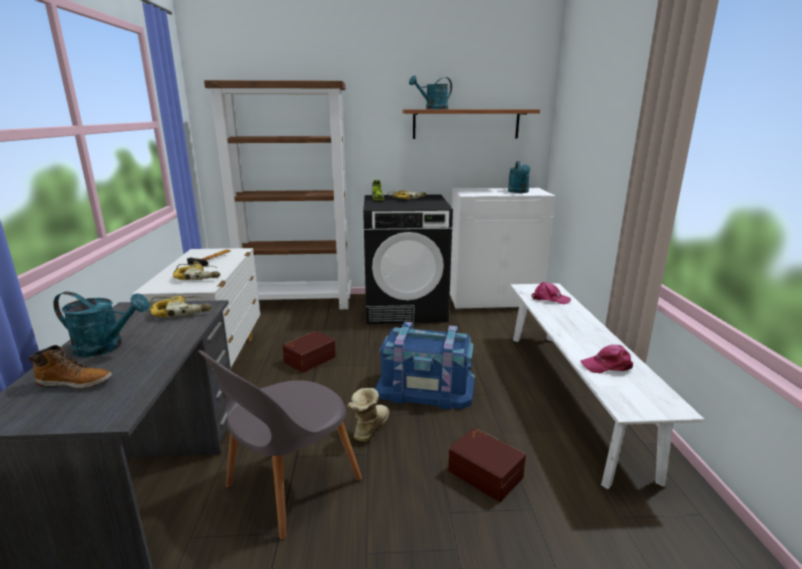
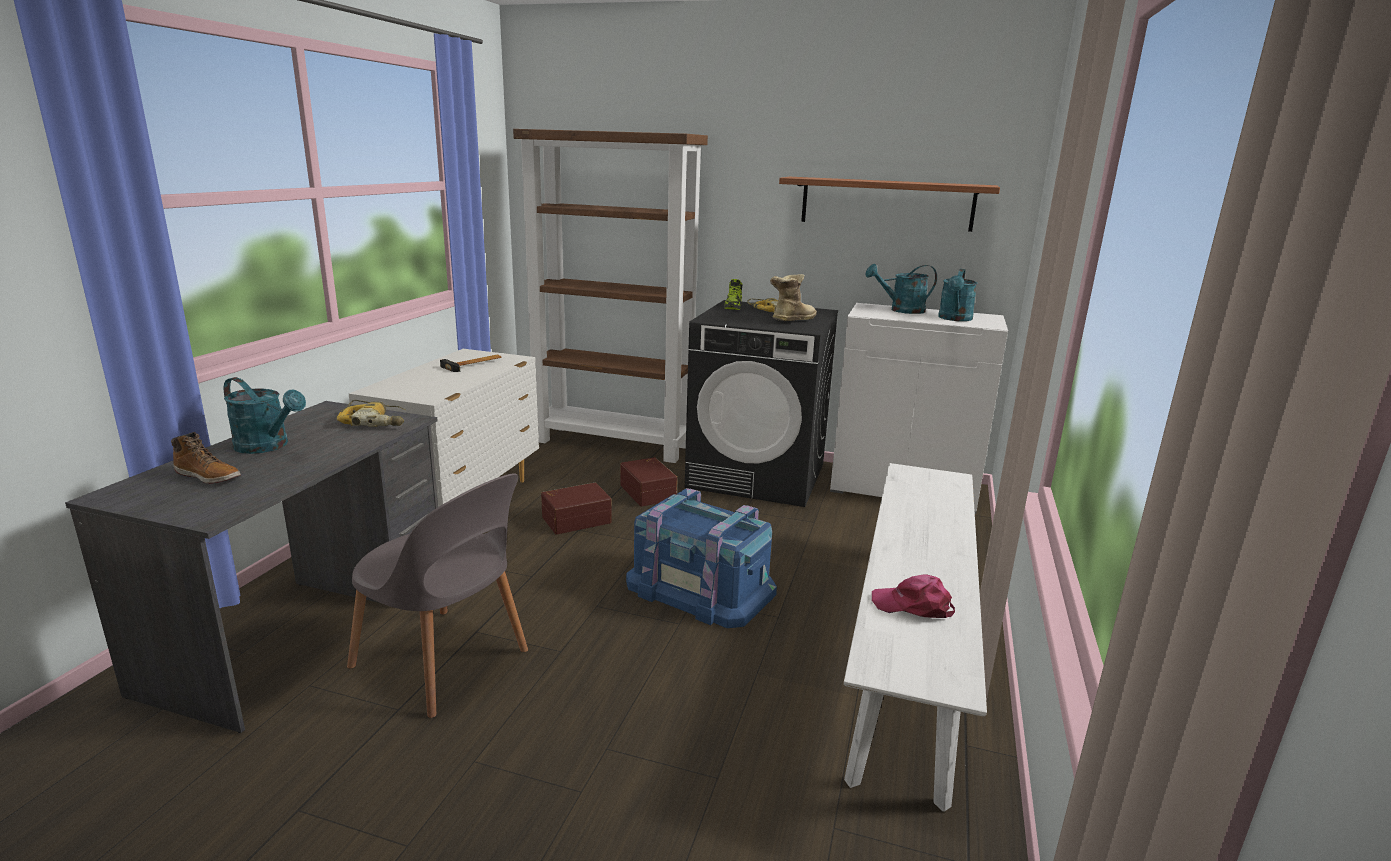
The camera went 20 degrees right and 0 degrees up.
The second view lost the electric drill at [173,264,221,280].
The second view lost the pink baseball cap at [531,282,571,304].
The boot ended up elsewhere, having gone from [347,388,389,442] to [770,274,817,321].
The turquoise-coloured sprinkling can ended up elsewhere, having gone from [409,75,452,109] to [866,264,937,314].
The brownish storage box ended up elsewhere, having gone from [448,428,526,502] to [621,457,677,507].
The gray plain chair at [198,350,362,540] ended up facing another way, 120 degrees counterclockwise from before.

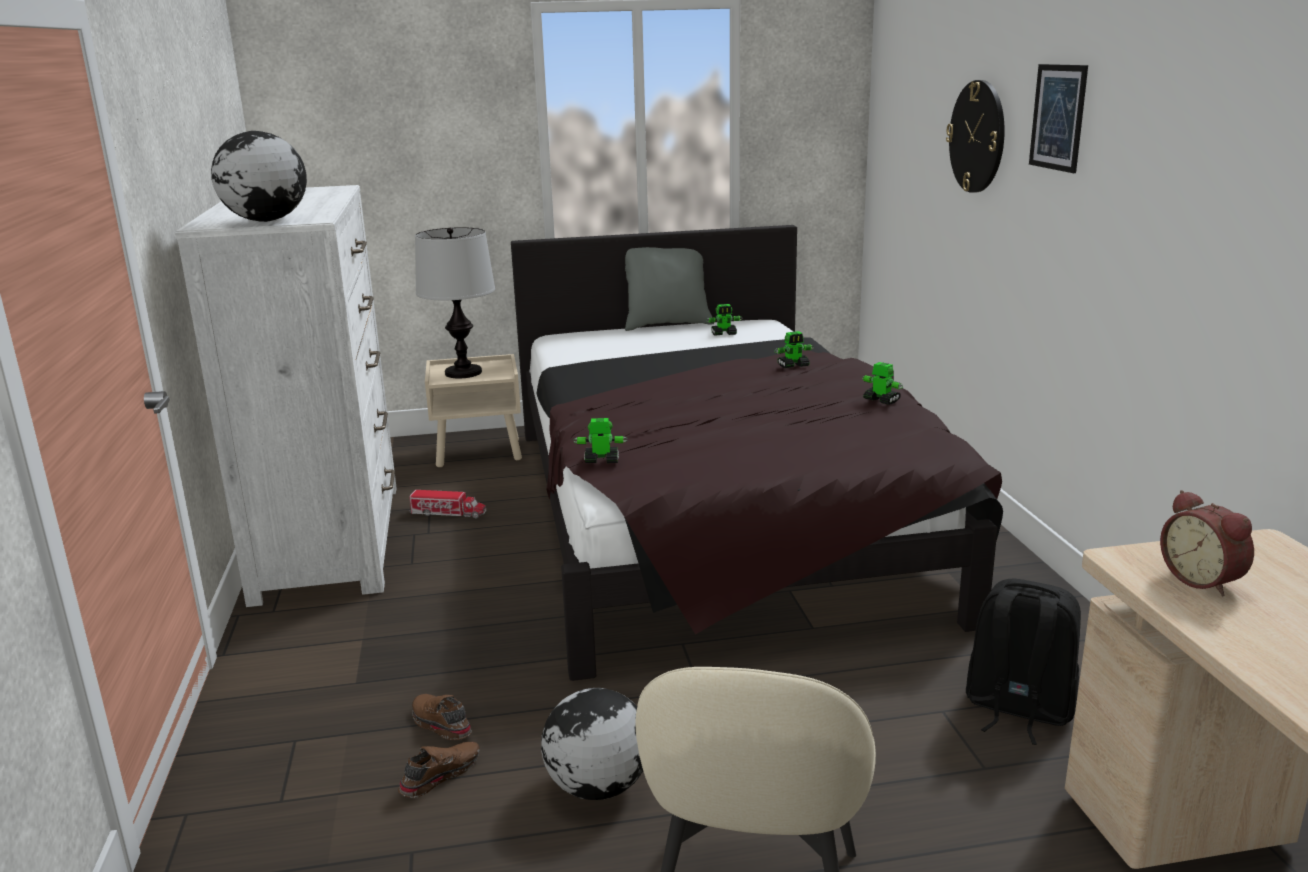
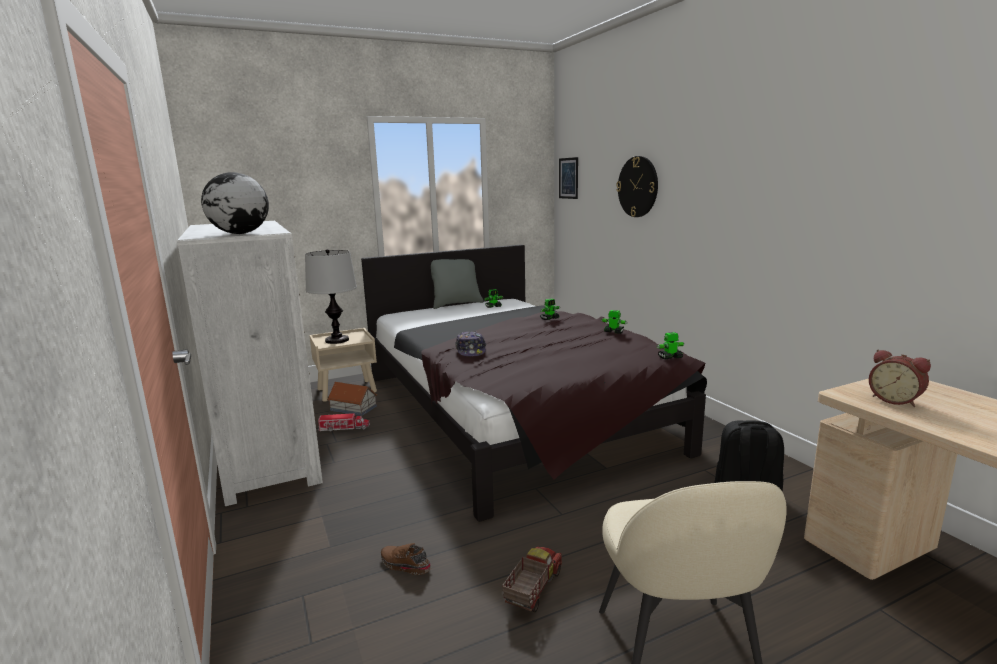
The camera went 15 degrees left and 5 degrees down.
The second view lost the brownish item of footwear at [398,742,480,798].
The second view gained the toy house at [327,382,377,416].
The second view gained the baseball cap at [456,331,486,356].
The toy robot ended up elsewhere, having gone from [573,418,628,463] to [656,332,685,359].
The wall art ended up elsewhere, having gone from [1029,64,1088,173] to [559,157,578,199].
Where the world globe stood at [541,688,643,800], the toy truck came to stand at [502,546,562,613].

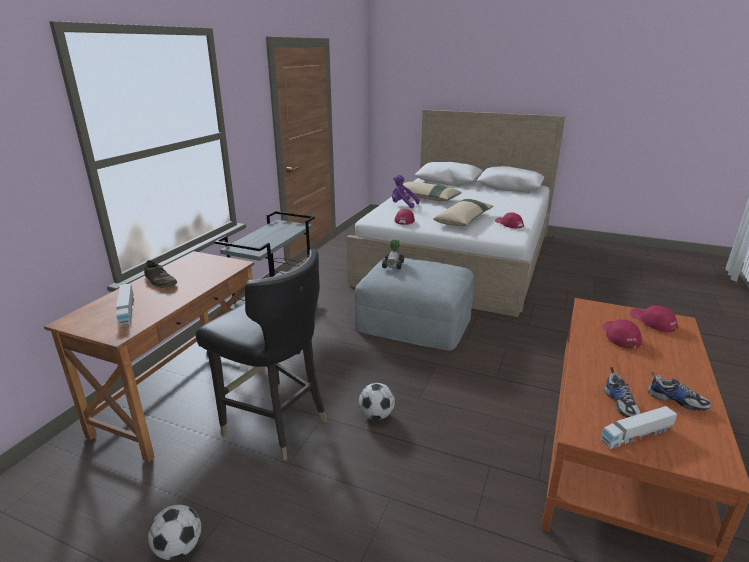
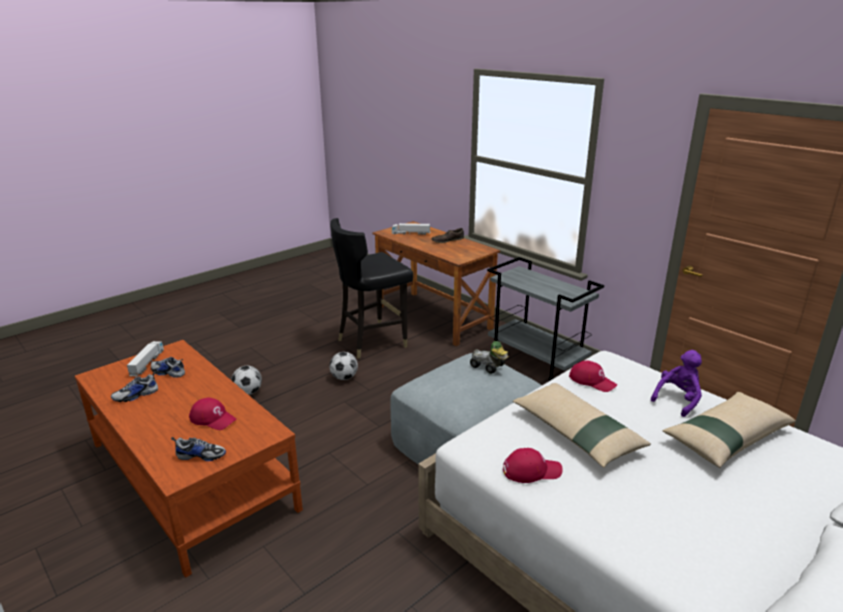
The camera went 115 degrees right and 0 degrees up.
The ball for football ended up elsewhere, having gone from [148,505,201,560] to [231,366,262,395].
Where the red baseball cap stood at [630,305,678,332], the item of footwear came to stand at [171,437,226,461].

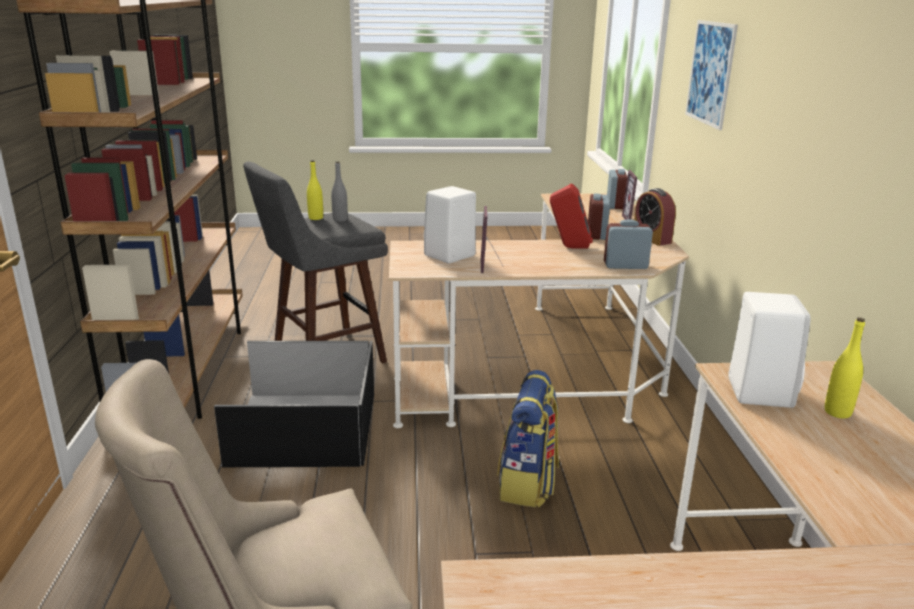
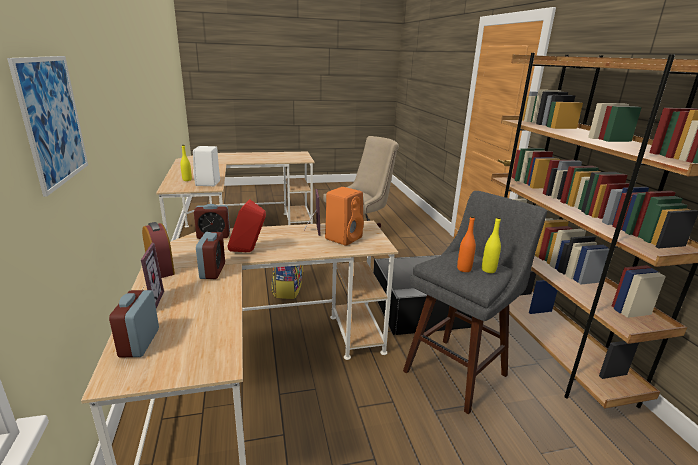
The camera went 170 degrees right and 0 degrees up.
What was the gray beverage bottle at [331,161,348,222] turned into the orange-coloured beverage bottle at [457,216,476,272].
What was the white-coloured speaker at [424,186,476,263] turned into the orange-coloured speaker at [325,187,364,246].

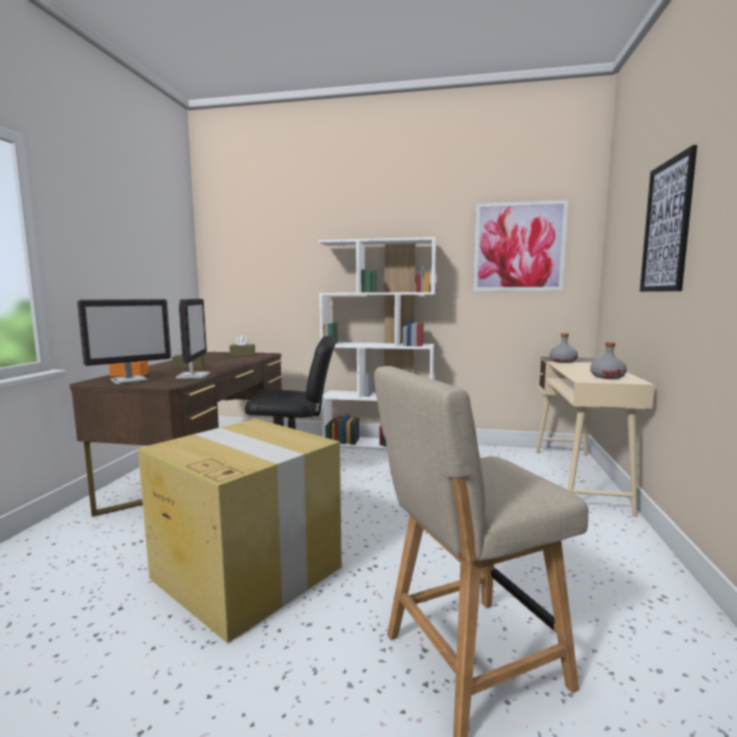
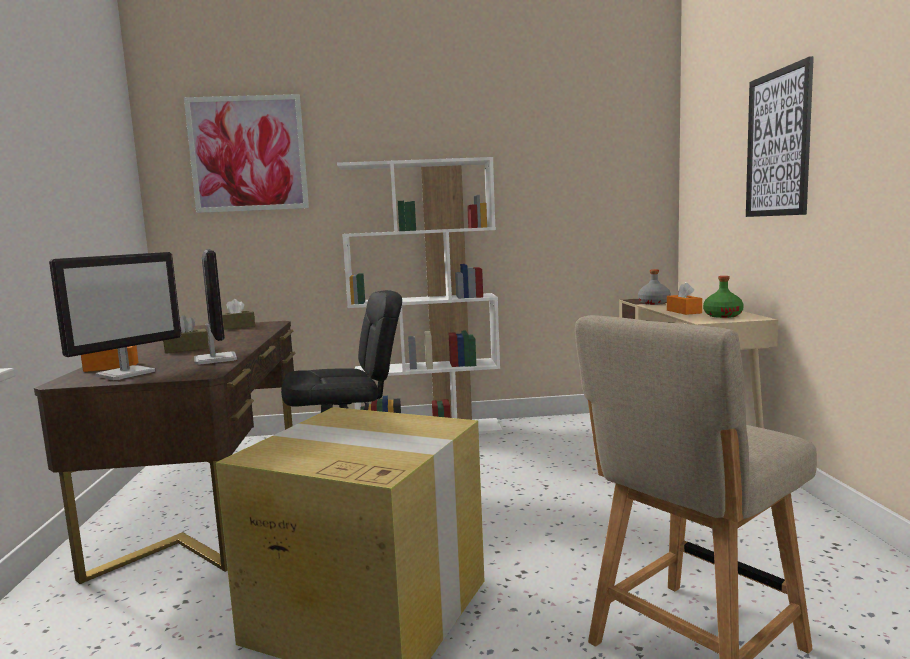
The camera went 15 degrees left and 0 degrees up.
The second view gained the orange-coloured tissue box at [667,282,702,315].
The wall art ended up elsewhere, having gone from [473,200,568,291] to [184,94,309,213].
What was the gray beverage bottle at [590,342,627,379] turned into the green-coloured beverage bottle at [703,276,744,318].

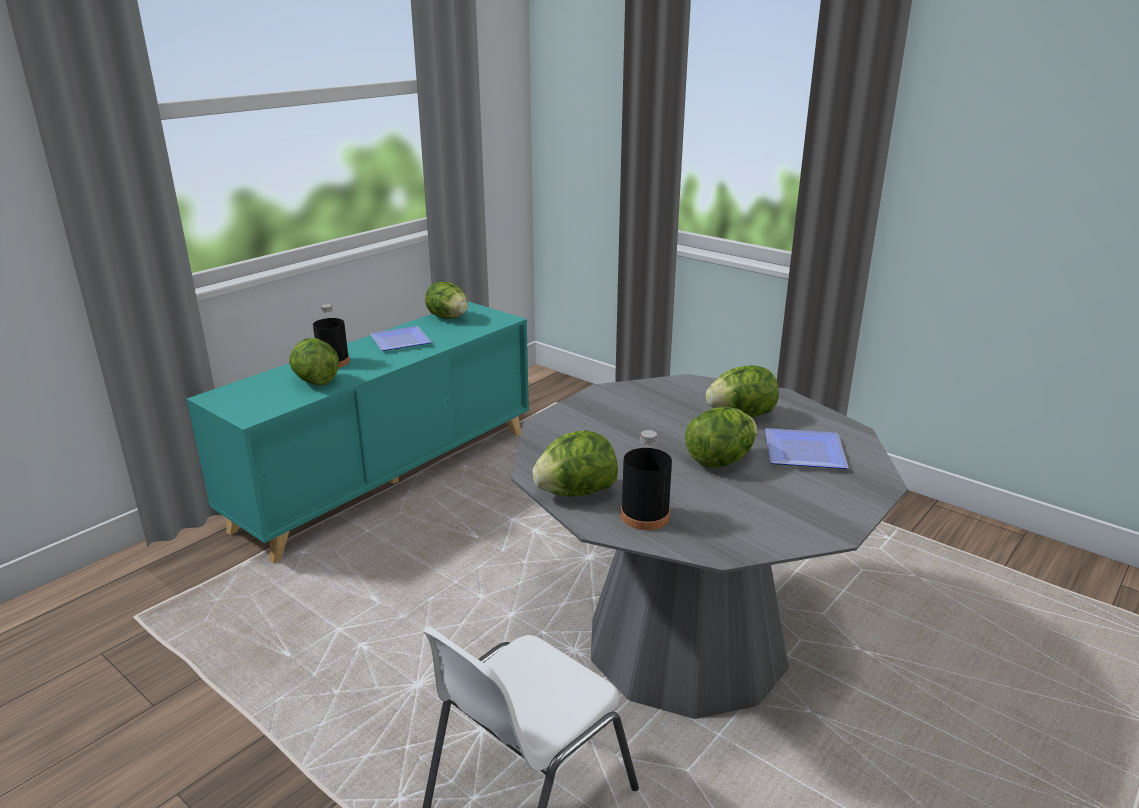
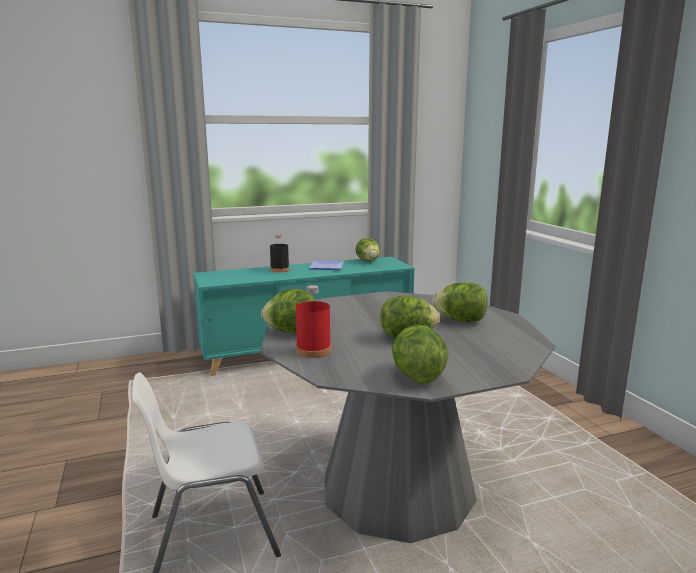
The camera went 30 degrees right and 10 degrees down.
The second view lost the dinner plate at [765,428,849,469].
The lettuce ended up elsewhere, having gone from [289,338,339,386] to [392,324,448,384].
What was the black beverage bottle at [621,430,672,530] turned into the red beverage bottle at [296,285,331,358].

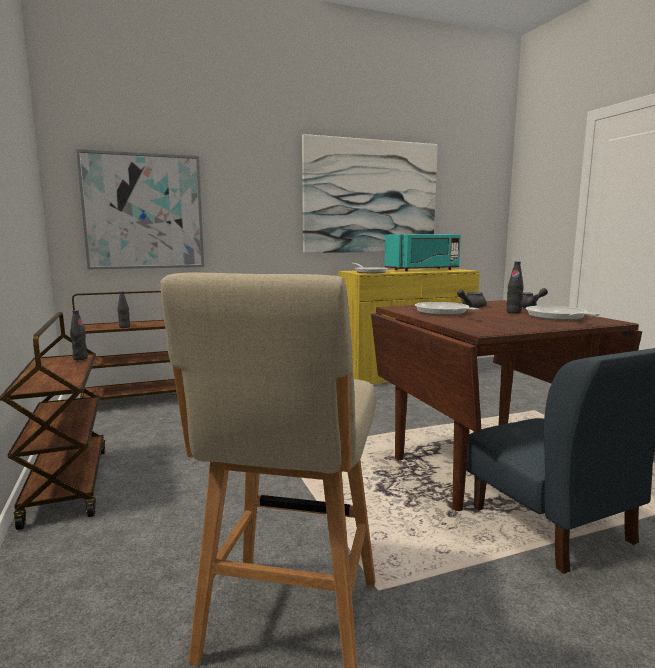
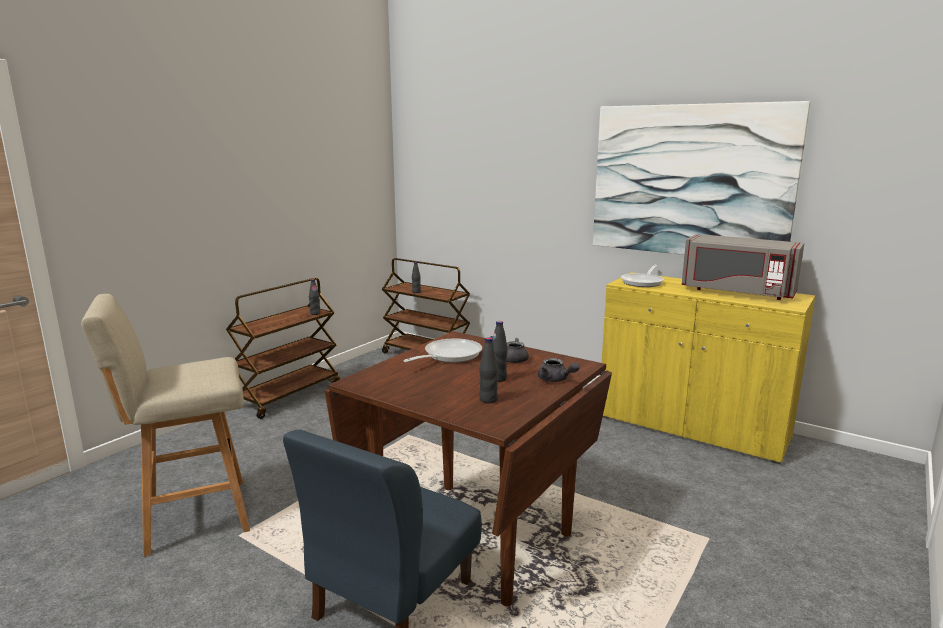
The camera went 55 degrees right and 5 degrees up.
The second view lost the wall art at [76,149,204,270].
Where the pan stood at [526,306,600,321], the black beverage bottle came to stand at [479,337,498,403].
What was the turquoise-coloured microwave at [385,234,461,271] turned into the gray microwave at [682,234,804,300].

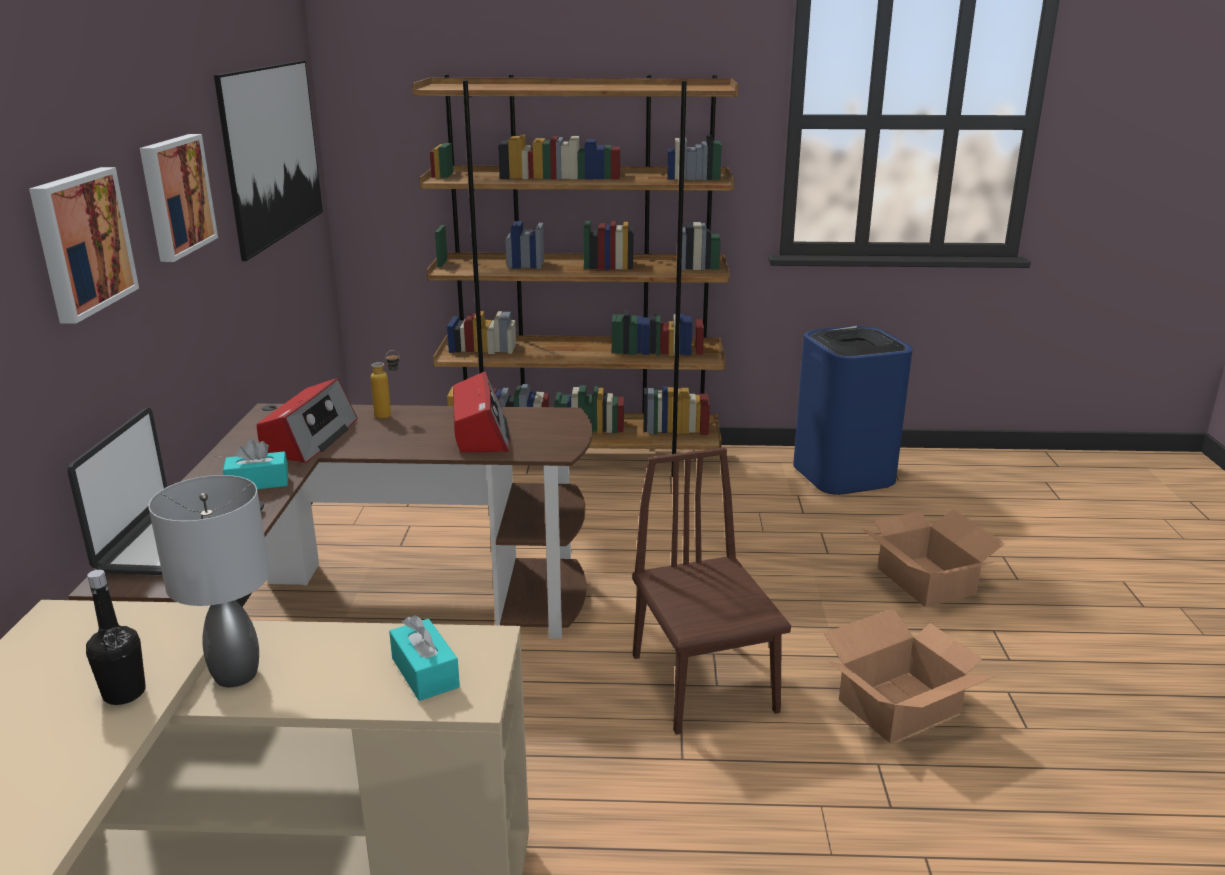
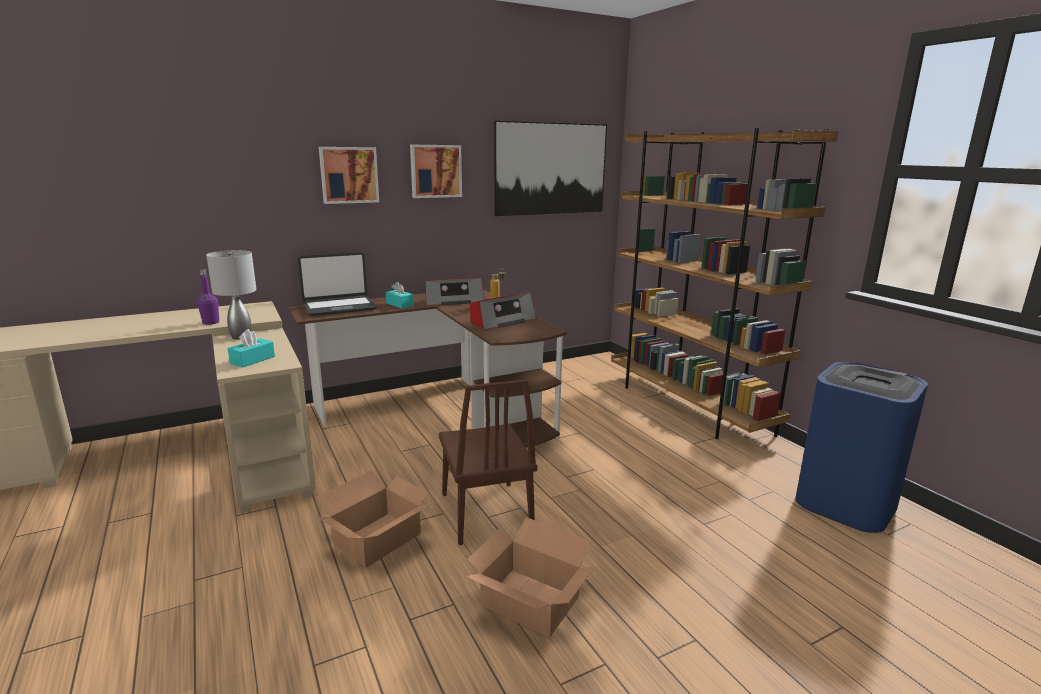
The camera went 60 degrees right and 5 degrees down.
The packing box ended up elsewhere, having gone from [861,509,1005,607] to [316,470,433,568].
What was the black beverage bottle at [86,570,146,705] turned into the purple-coloured beverage bottle at [197,269,219,325].
The brownish plain chair at [632,447,791,735] ended up facing another way, 120 degrees clockwise from before.

